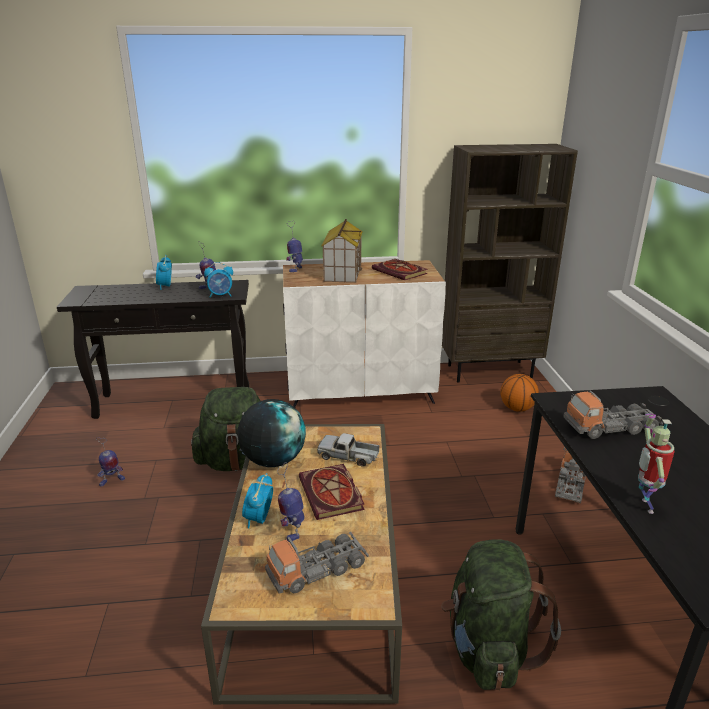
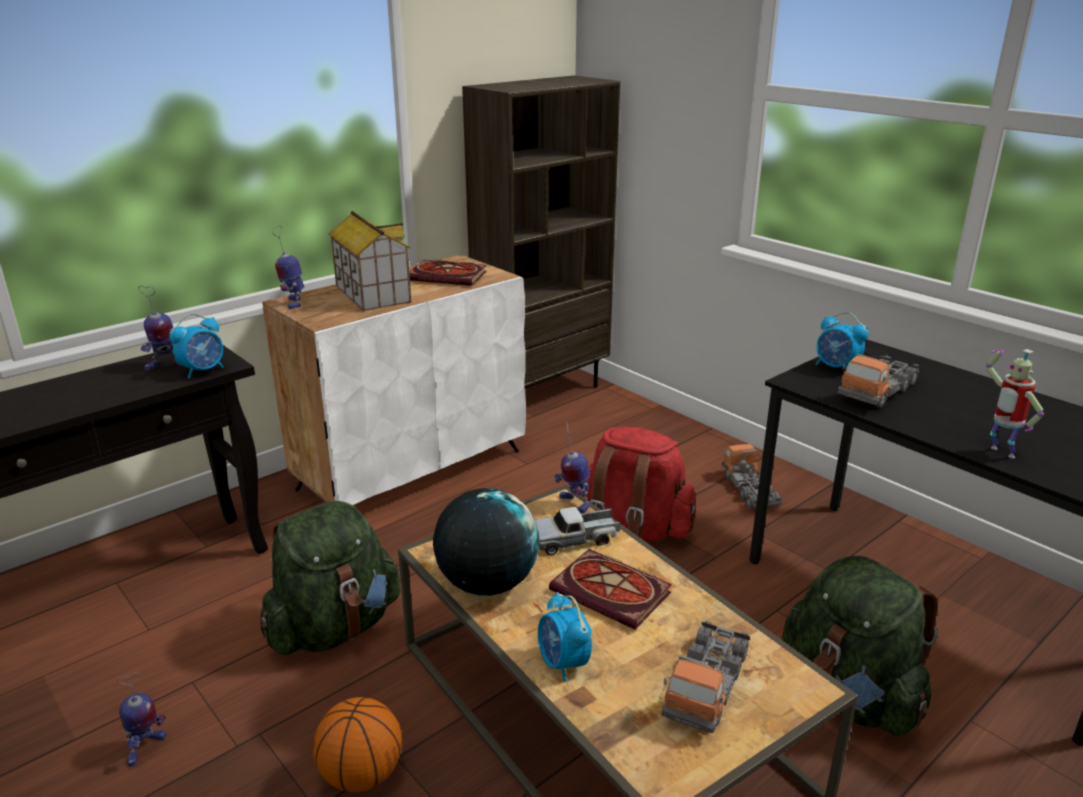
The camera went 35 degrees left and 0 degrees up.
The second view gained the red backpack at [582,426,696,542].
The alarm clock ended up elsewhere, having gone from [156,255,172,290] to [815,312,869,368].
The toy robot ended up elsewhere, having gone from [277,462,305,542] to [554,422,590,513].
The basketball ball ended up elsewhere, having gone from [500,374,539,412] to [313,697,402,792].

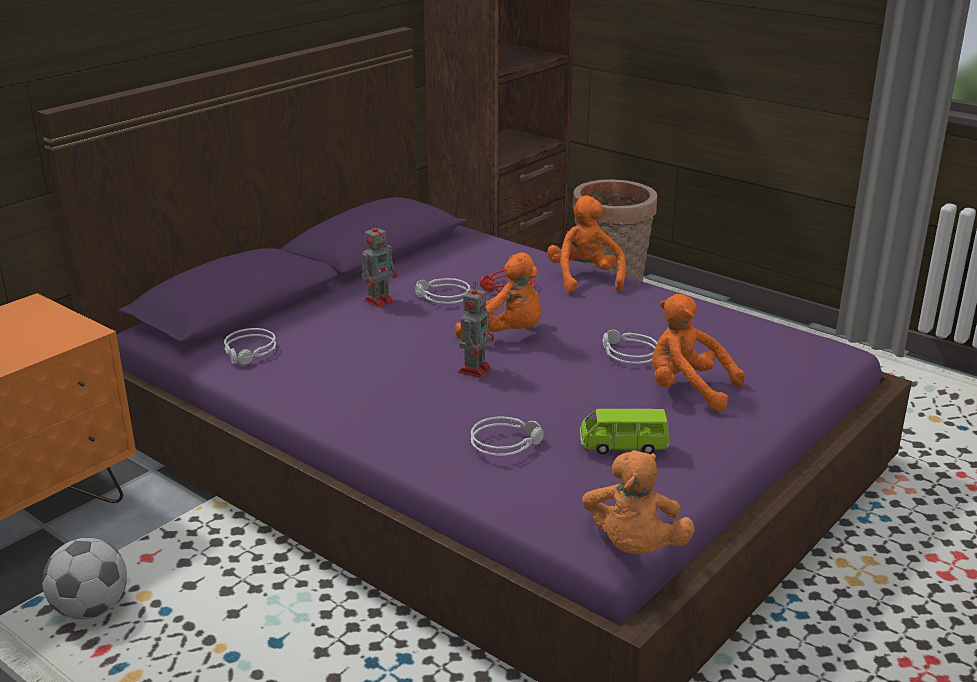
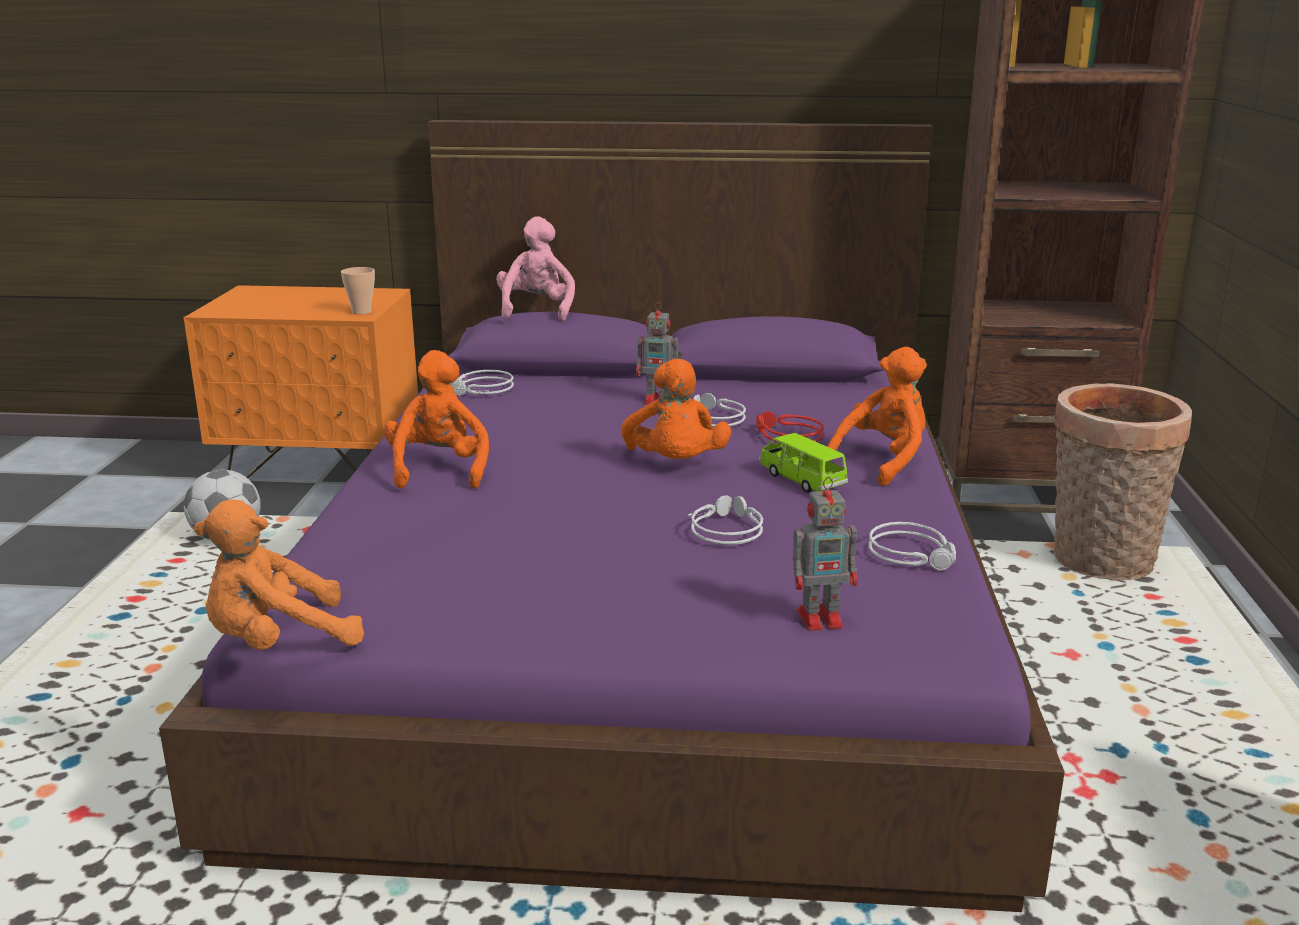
The camera went 55 degrees right and 5 degrees down.
The second view gained the cup at [341,267,375,314].
The second view gained the pink soft toy at [496,216,575,322].
The toy robot ended up elsewhere, having gone from [458,281,494,378] to [793,477,858,631].
The gray headphones ended up elsewhere, having gone from [471,416,544,456] to [869,522,956,571].
The green-coloured toy car ended up elsewhere, having gone from [580,409,670,454] to [759,433,848,493].
The orange-coloured soft toy ended up elsewhere, having gone from [652,294,745,411] to [384,350,489,489].

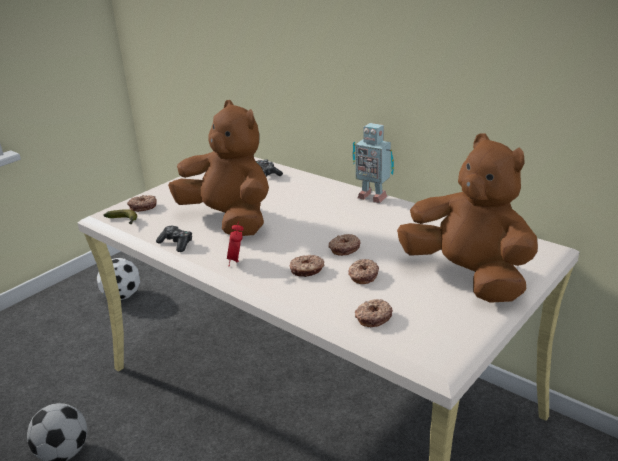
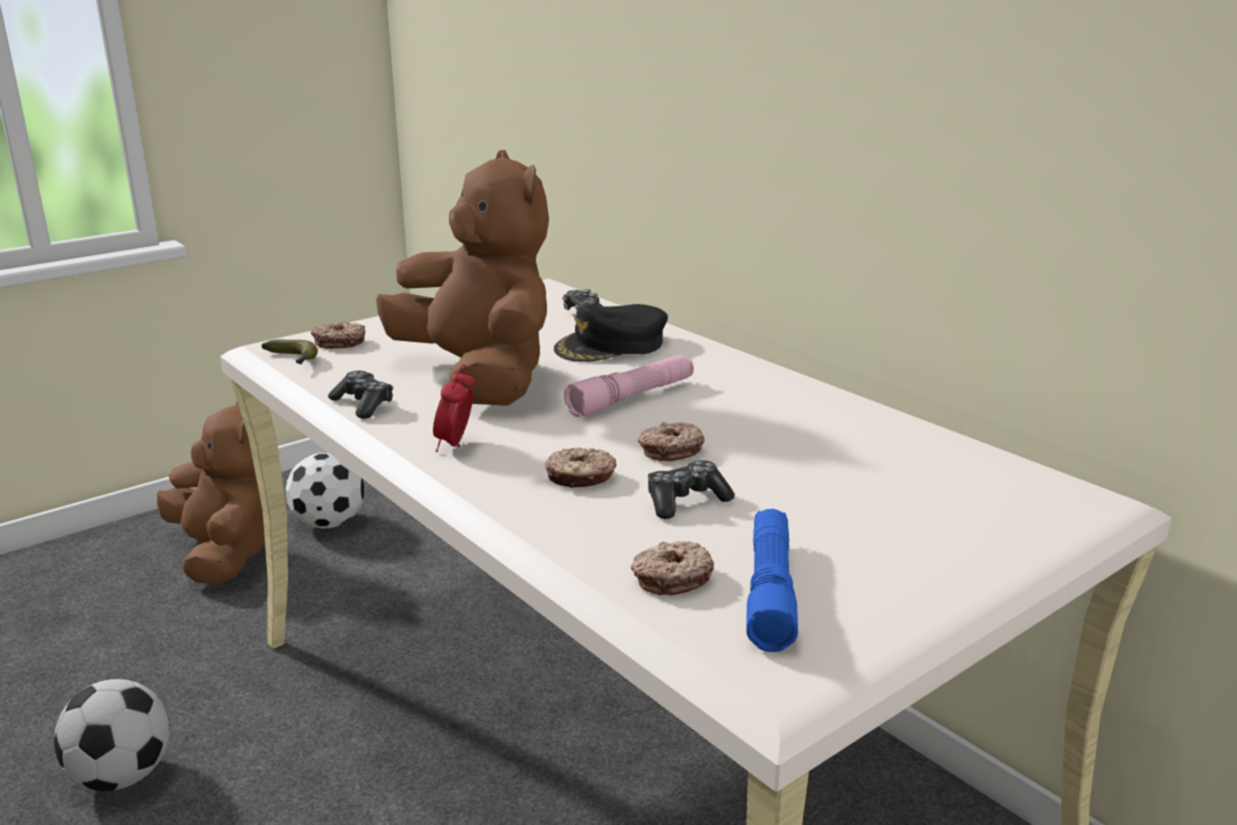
The camera went 10 degrees right and 5 degrees down.
The second view lost the toy robot at [353,123,394,203].
The second view gained the black baseball cap at [554,304,668,362].
The second view gained the pink flashlight at [564,355,694,417].
The second view gained the bluish flashlight at [746,509,798,652].
The brownish soft toy ended up elsewhere, having gone from [397,133,538,303] to [157,402,265,585].
Where the donut stood at [348,259,379,284], the game controller came to stand at [648,460,735,519].

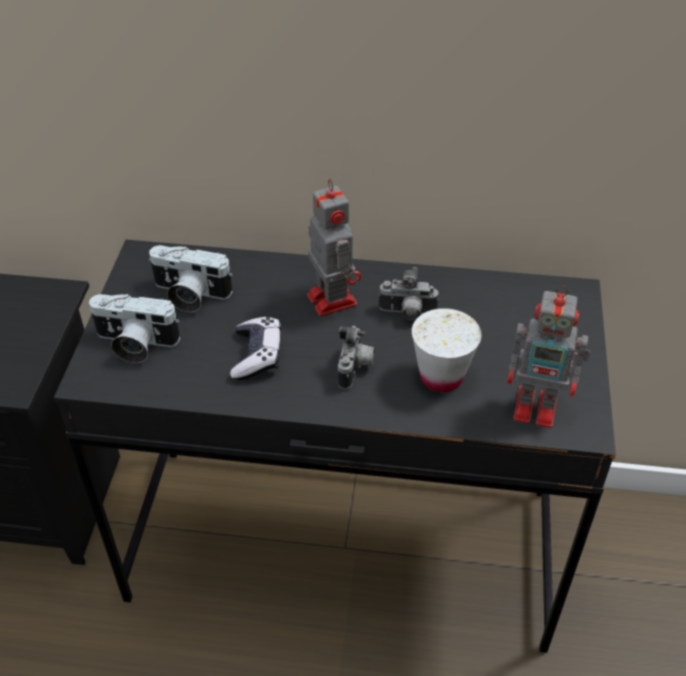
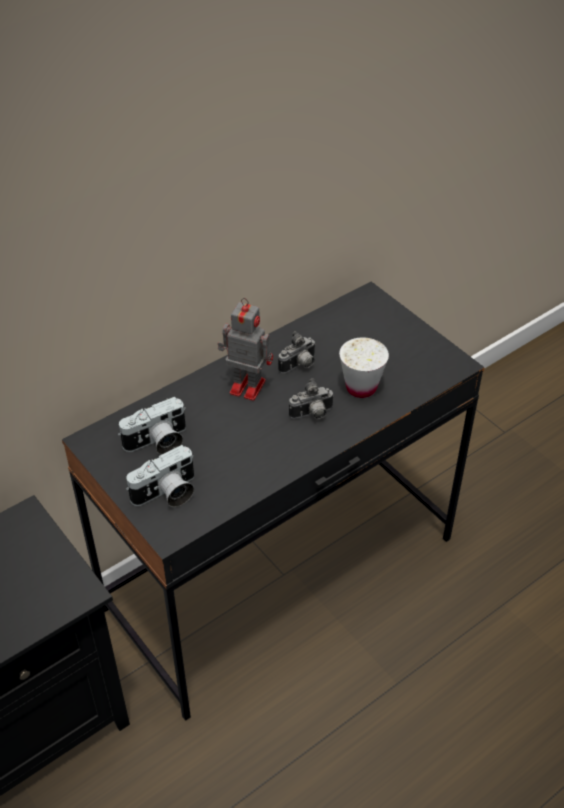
The camera went 45 degrees left and 0 degrees up.
The second view lost the game controller at [230,316,282,380].
The second view lost the toy robot at [507,285,590,428].
The photo camera at [338,326,375,389] ended up facing another way, 105 degrees clockwise from before.

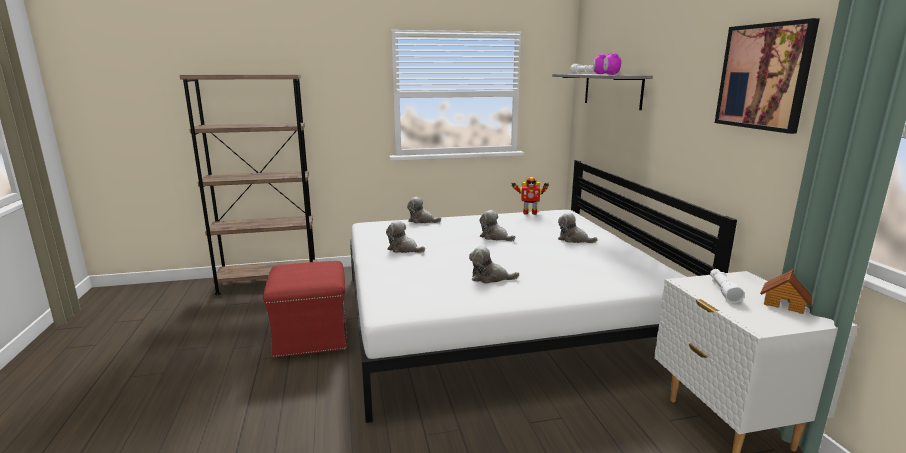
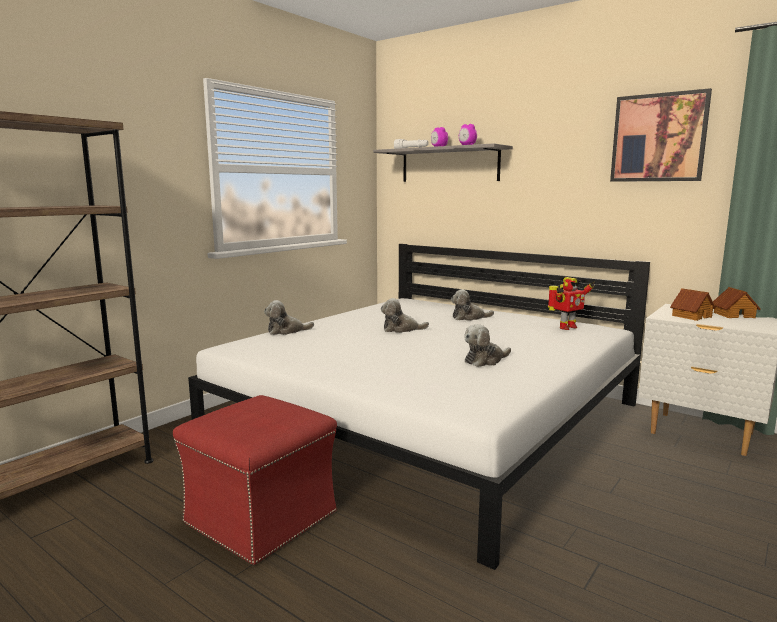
The camera went 40 degrees left and 5 degrees down.
The second view lost the soft toy at [386,221,425,253].
The toy robot ended up elsewhere, having gone from [511,177,549,215] to [548,277,595,330].
Where the white-coloured flashlight stood at [710,269,744,303], the toy house came to stand at [670,288,716,321].

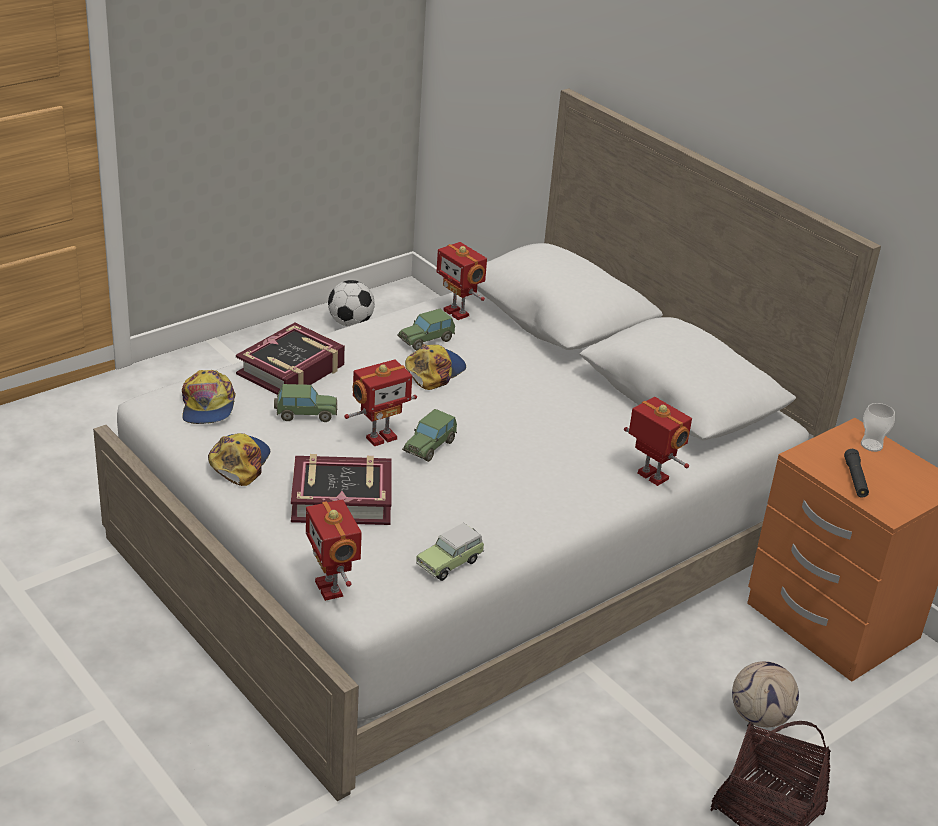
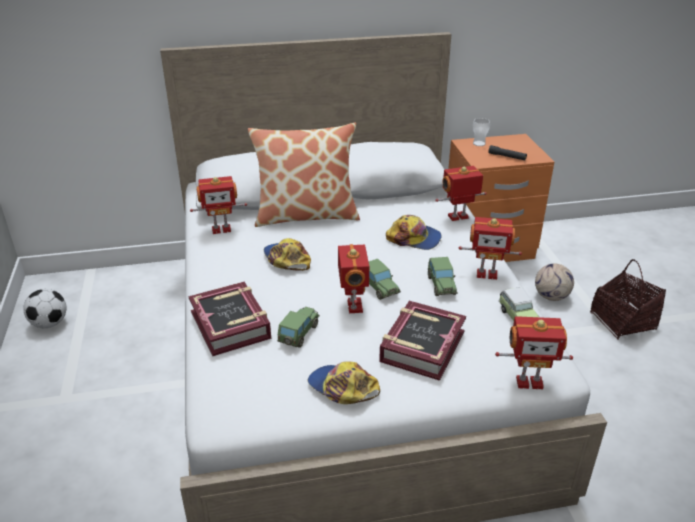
The camera went 60 degrees left and 0 degrees up.
The second view gained the throw pillow at [248,123,360,227].
The second view gained the toy robot at [459,217,522,280].
The baseball cap ended up elsewhere, having gone from [182,370,236,424] to [386,215,441,250].
The toy car ended up elsewhere, having gone from [397,309,455,350] to [427,257,458,296].

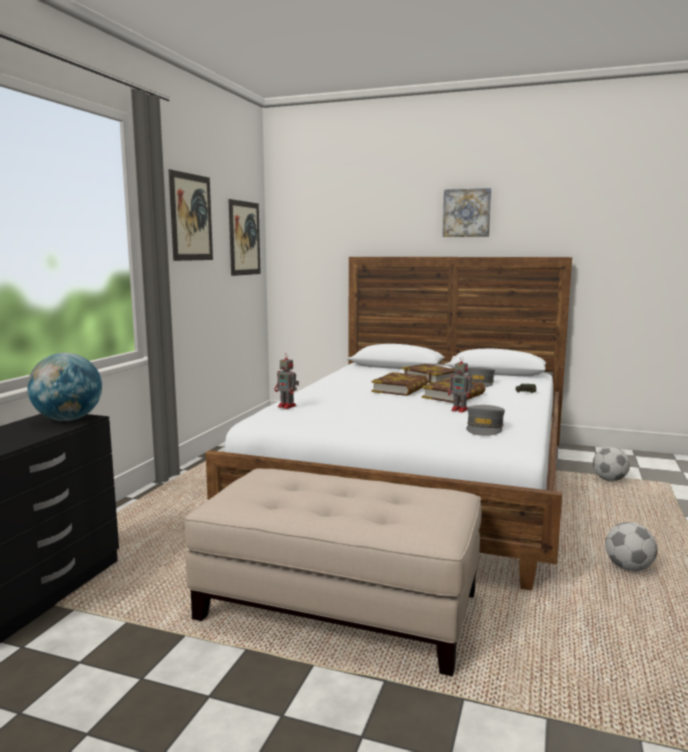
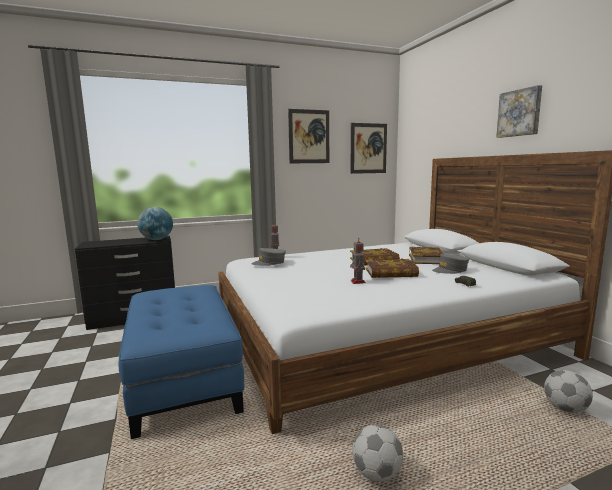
The camera went 50 degrees right and 0 degrees up.
The gray baseball cap ended up elsewhere, having gone from [466,405,505,436] to [252,248,286,266].
What was the beige-coloured ottoman at [185,468,481,677] turned into the bluish ottoman at [118,285,244,439].

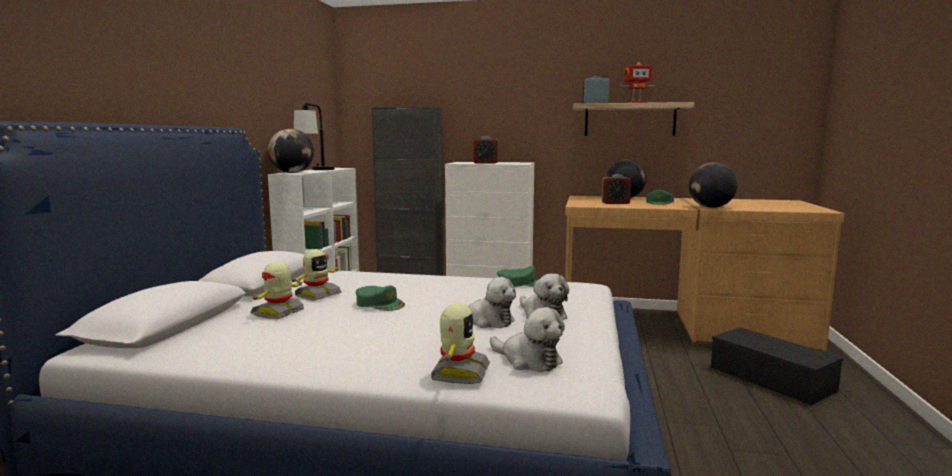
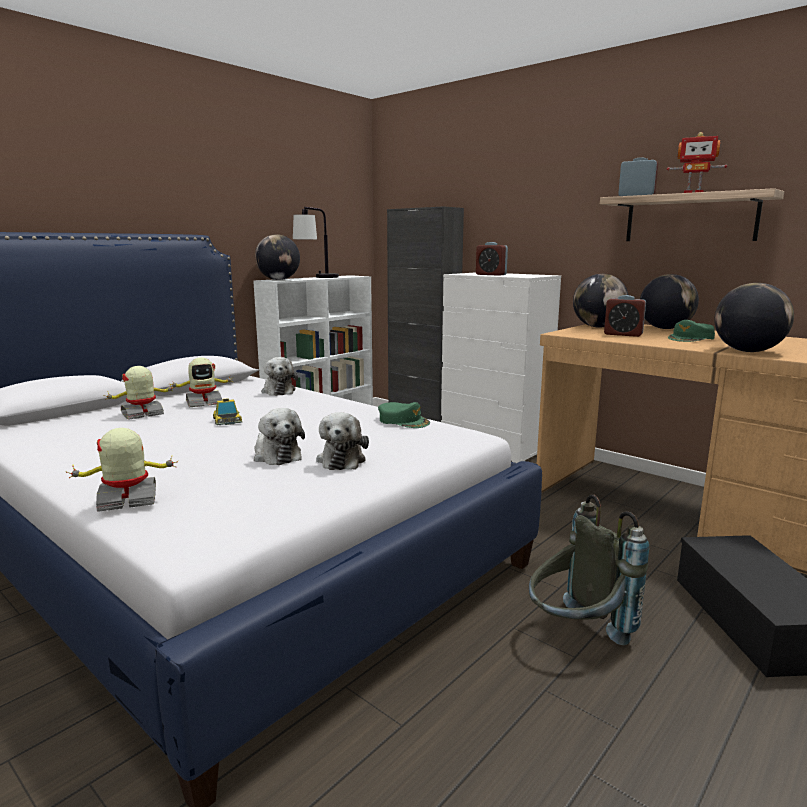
The camera went 30 degrees right and 5 degrees up.
The second view gained the gray backpack at [529,494,649,645].
The second view gained the world globe at [573,274,628,328].
The soft toy ended up elsewhere, having gone from [490,307,565,372] to [261,357,298,396].
Where the green-coloured baseball cap stood at [356,286,405,311], the toy car came to stand at [213,398,243,425].
The toy robot at [431,303,490,384] ended up facing another way, 150 degrees counterclockwise from before.

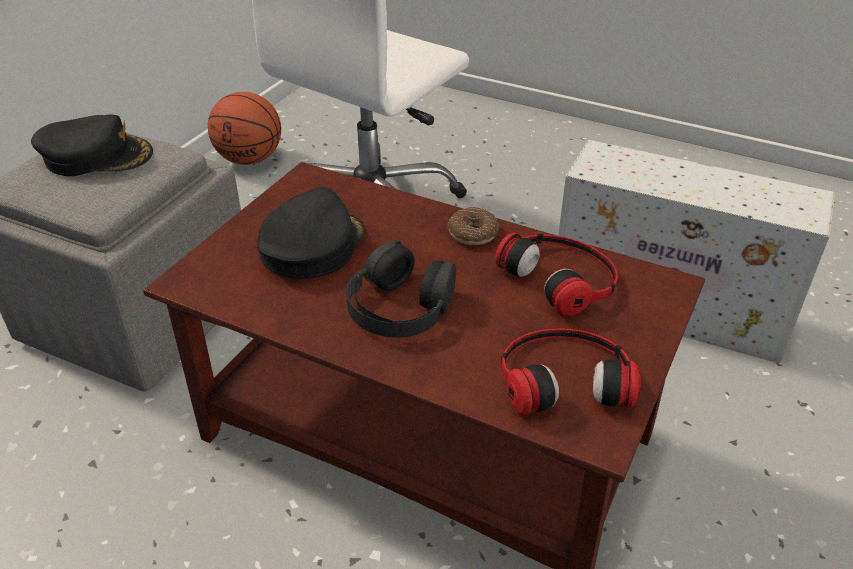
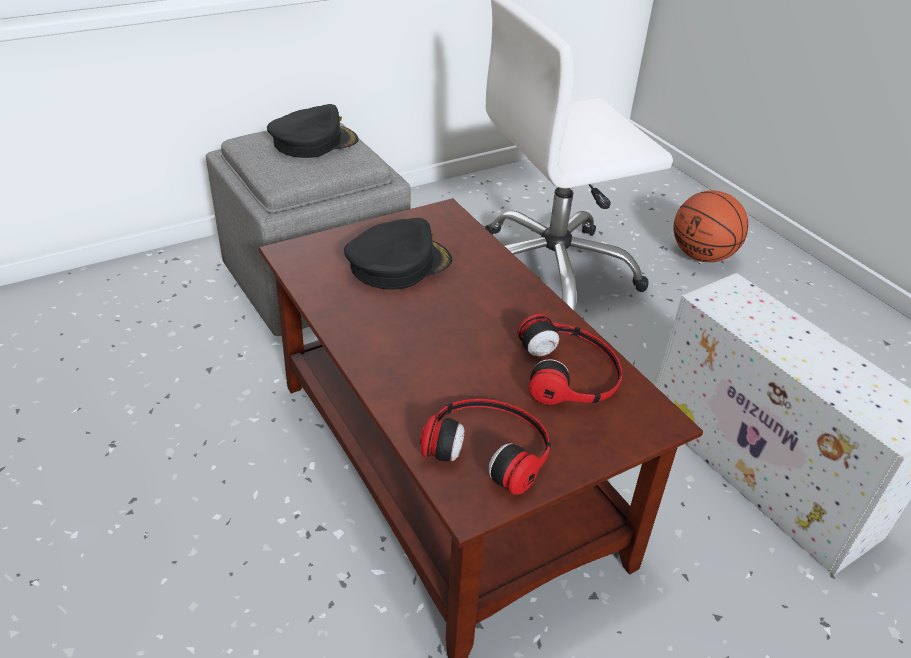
The camera went 30 degrees right and 0 degrees up.
The second view lost the black headphones at [346,241,456,338].
The second view lost the donut at [447,207,499,245].
The basketball ball ended up elsewhere, having gone from [208,92,281,165] to [674,191,748,262].
The black baseball cap at [31,115,153,176] ended up facing another way, 60 degrees counterclockwise from before.

